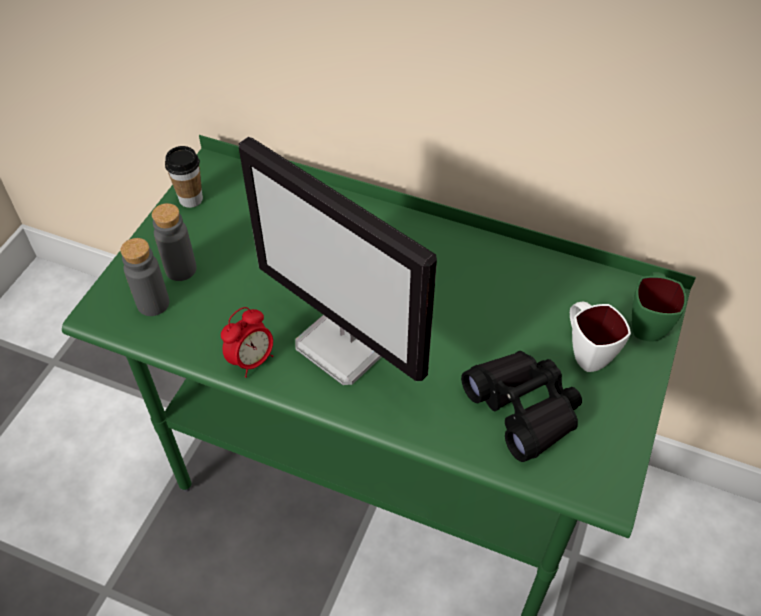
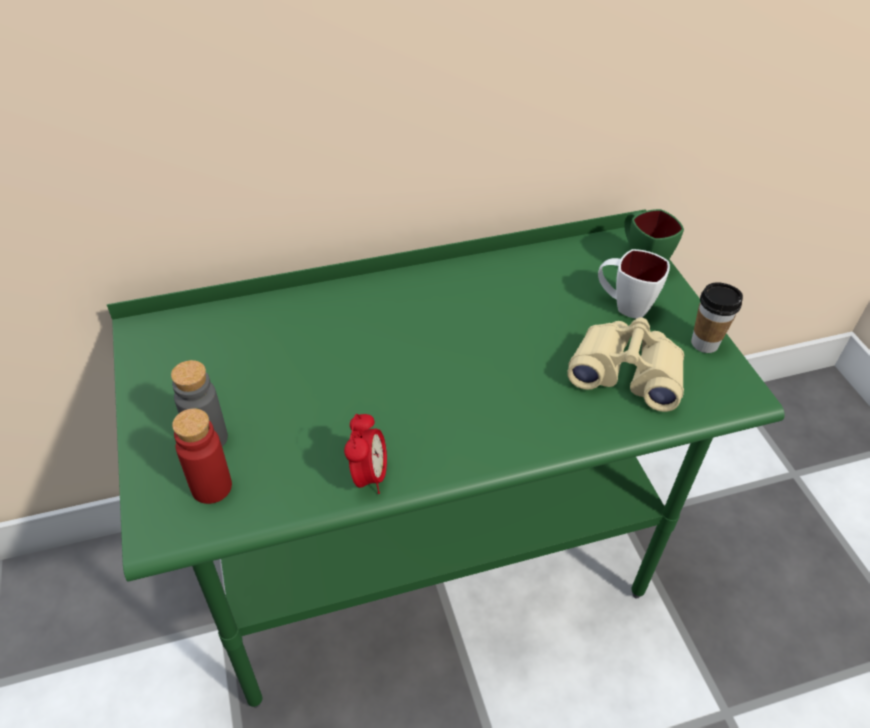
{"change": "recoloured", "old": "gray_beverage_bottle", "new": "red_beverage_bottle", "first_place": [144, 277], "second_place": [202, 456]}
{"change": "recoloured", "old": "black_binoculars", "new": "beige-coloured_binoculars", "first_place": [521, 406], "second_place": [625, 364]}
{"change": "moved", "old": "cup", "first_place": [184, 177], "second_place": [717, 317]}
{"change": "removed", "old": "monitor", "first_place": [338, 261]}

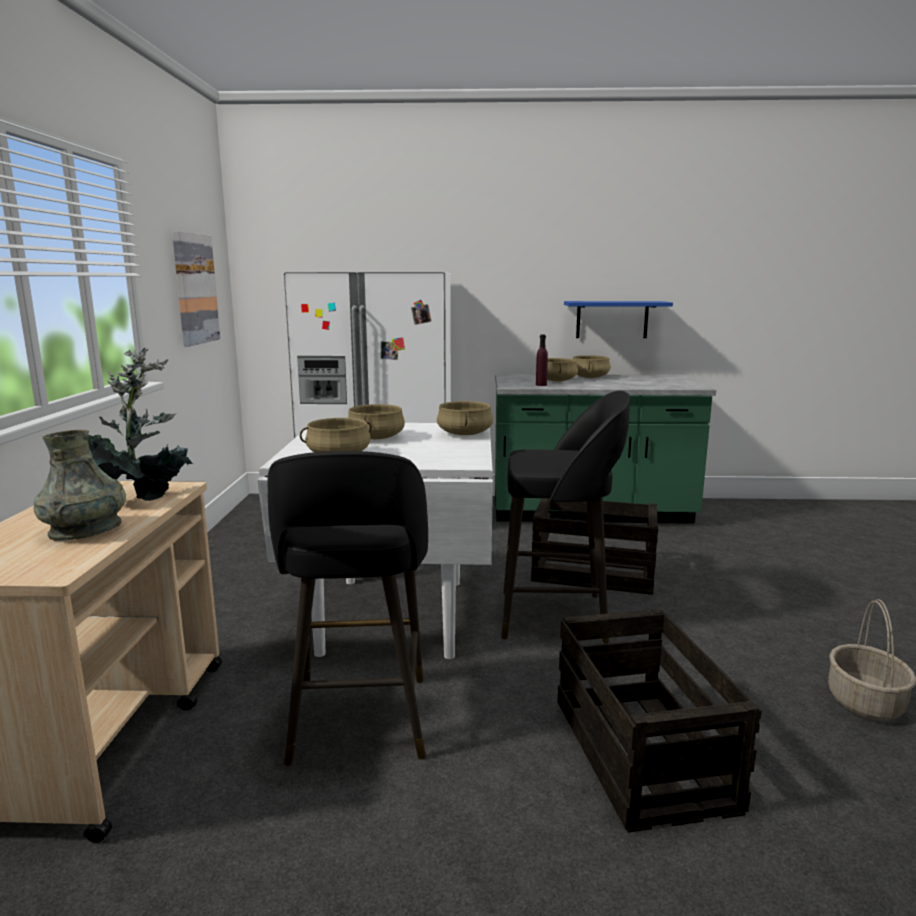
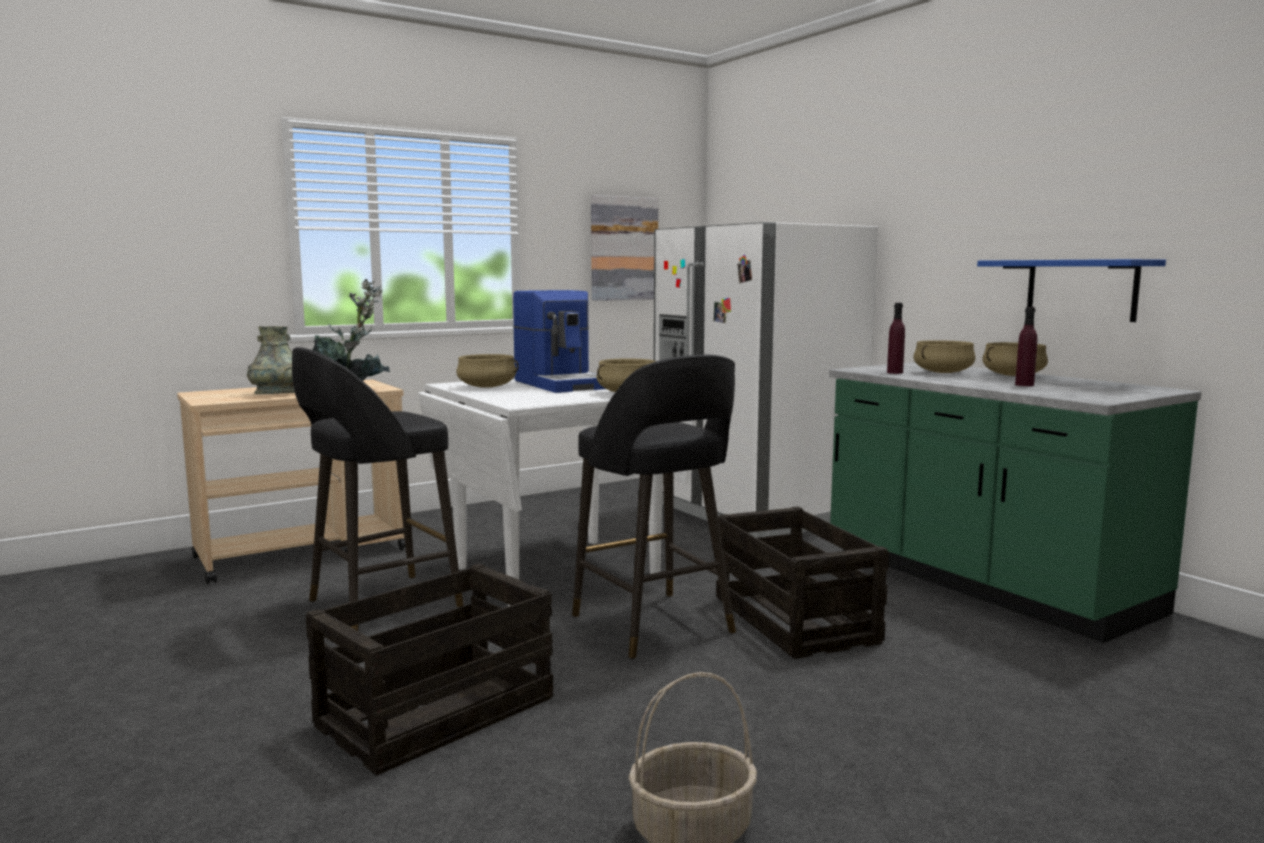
{"change": "replaced", "old": "beige-coloured_cooking_pot", "new": "coffee_machine", "first_place": [376, 421], "second_place": [559, 341]}
{"change": "added", "new": "purplish_beverage_bottle", "second_place": [1026, 346]}

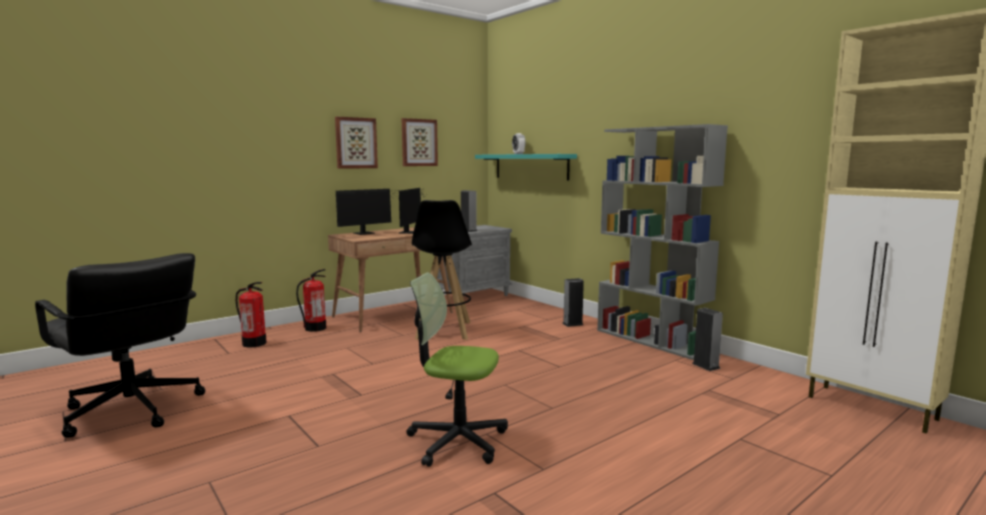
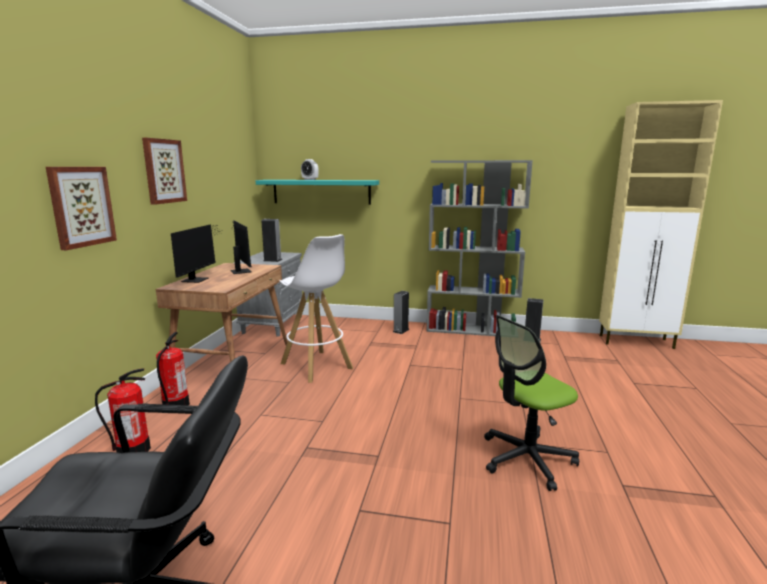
{"change": "moved", "old": "picture", "first_place": [420, 142], "second_place": [81, 208]}
{"change": "recoloured", "old": "black_stool", "new": "white_stool", "first_place": [442, 270], "second_place": [316, 308]}

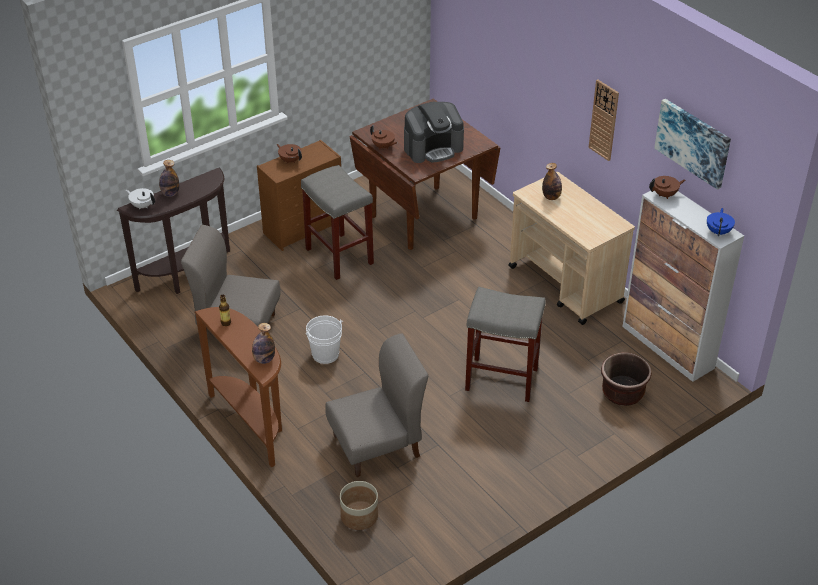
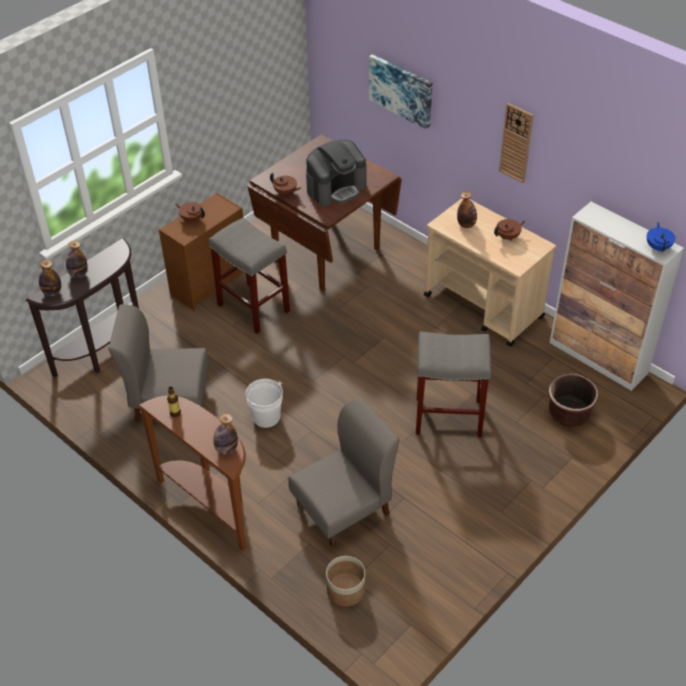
{"change": "replaced", "old": "white_pot_for_tea", "new": "beverage_bottle", "first_place": [140, 198], "second_place": [50, 277]}
{"change": "moved", "old": "picture", "first_place": [692, 144], "second_place": [400, 91]}
{"change": "moved", "old": "brownish_pot_for_tea", "first_place": [667, 187], "second_place": [509, 230]}

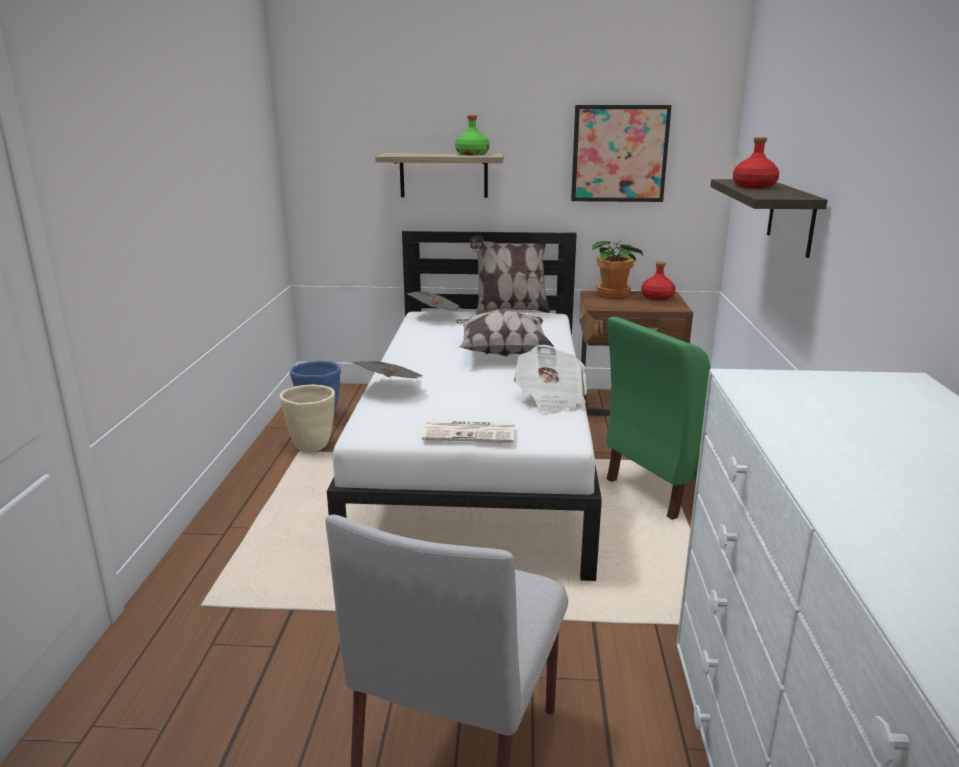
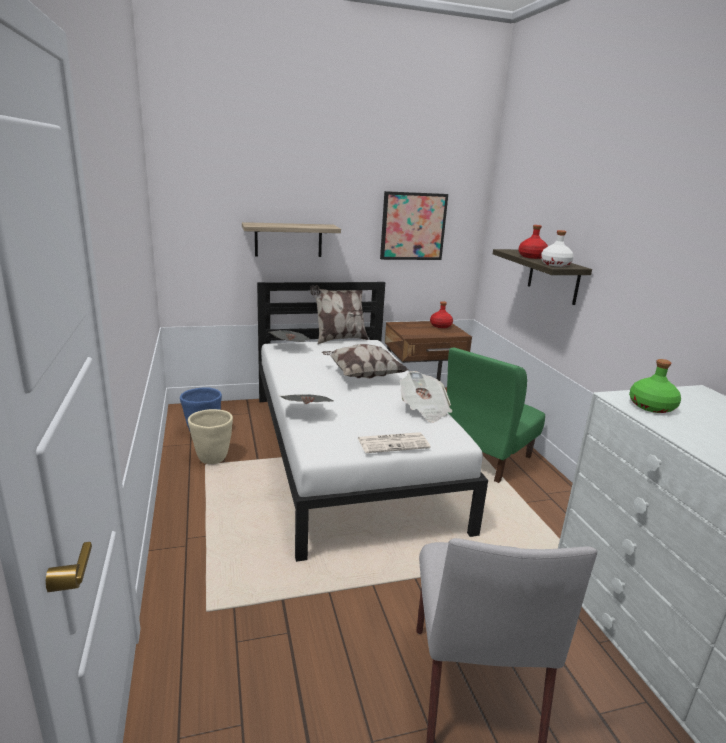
{"change": "added", "new": "white_beverage_bottle", "second_place": [557, 248]}
{"change": "moved", "old": "green_beverage_bottle", "first_place": [472, 135], "second_place": [655, 386]}
{"change": "removed", "old": "plant_in_a_pot", "first_place": [617, 269]}

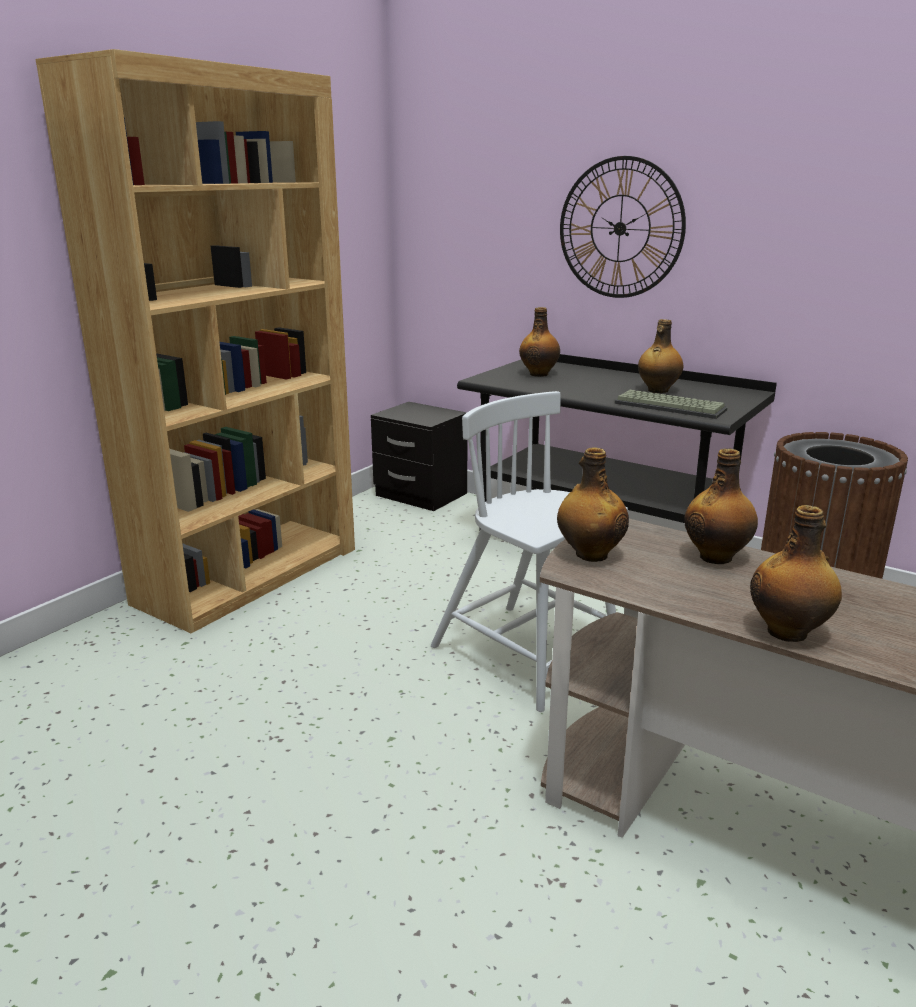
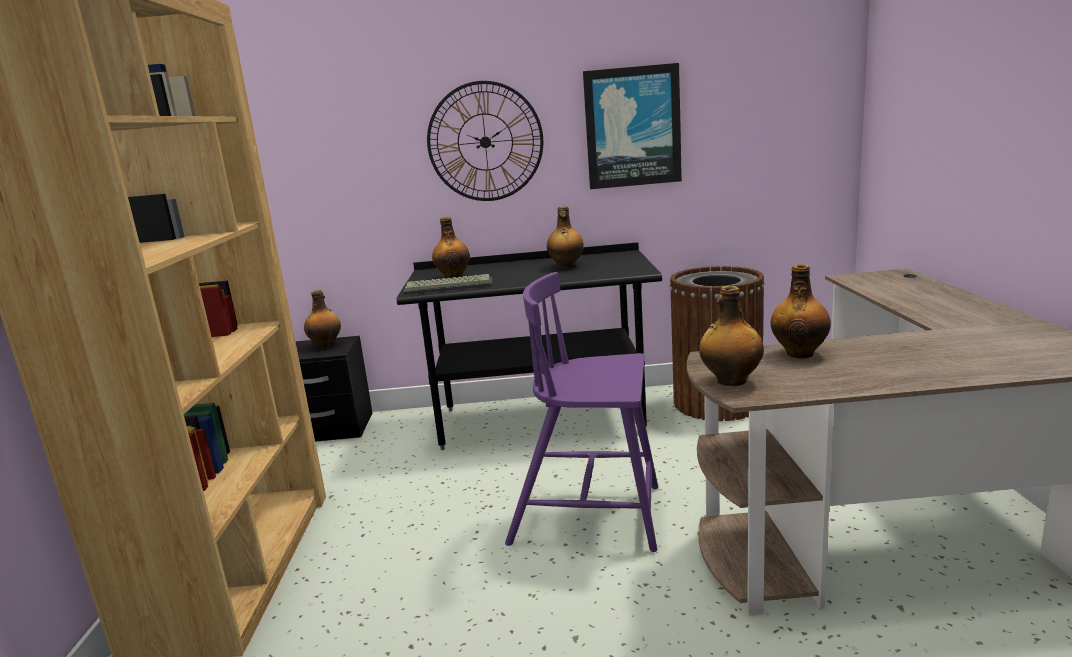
{"change": "moved", "old": "beverage_bottle", "first_place": [796, 573], "second_place": [322, 319]}
{"change": "moved", "old": "computer_keyboard", "first_place": [671, 404], "second_place": [447, 284]}
{"change": "recoloured", "old": "white_upright_chair", "new": "purplish_upright_chair", "first_place": [529, 551], "second_place": [581, 412]}
{"change": "added", "new": "picture", "second_place": [632, 126]}

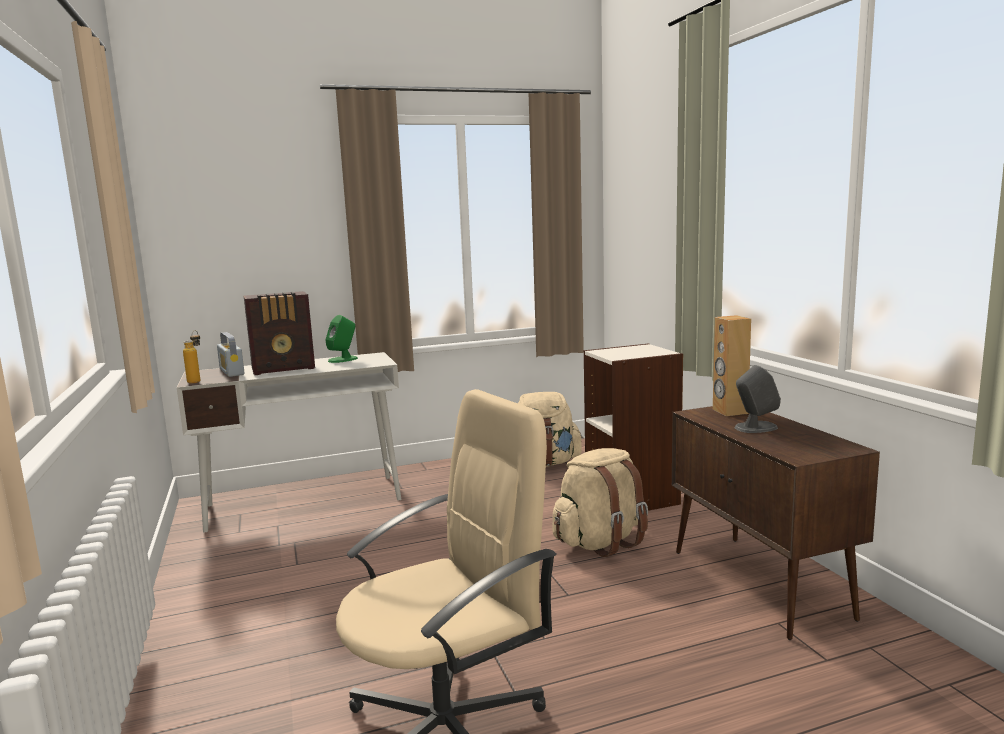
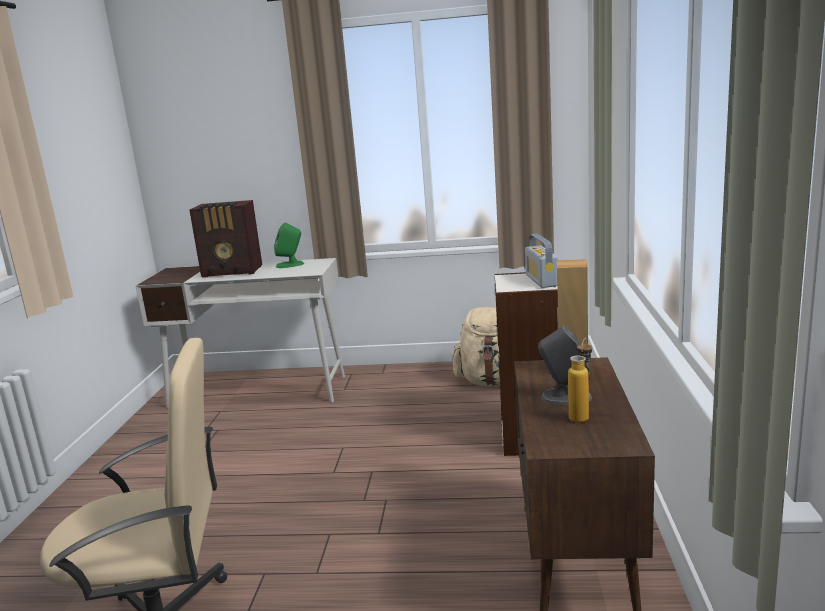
{"change": "moved", "old": "radio", "first_place": [231, 354], "second_place": [541, 261]}
{"change": "moved", "old": "beverage_bottle", "first_place": [191, 356], "second_place": [580, 380]}
{"change": "removed", "old": "beige-coloured_knapsack", "first_place": [600, 502]}

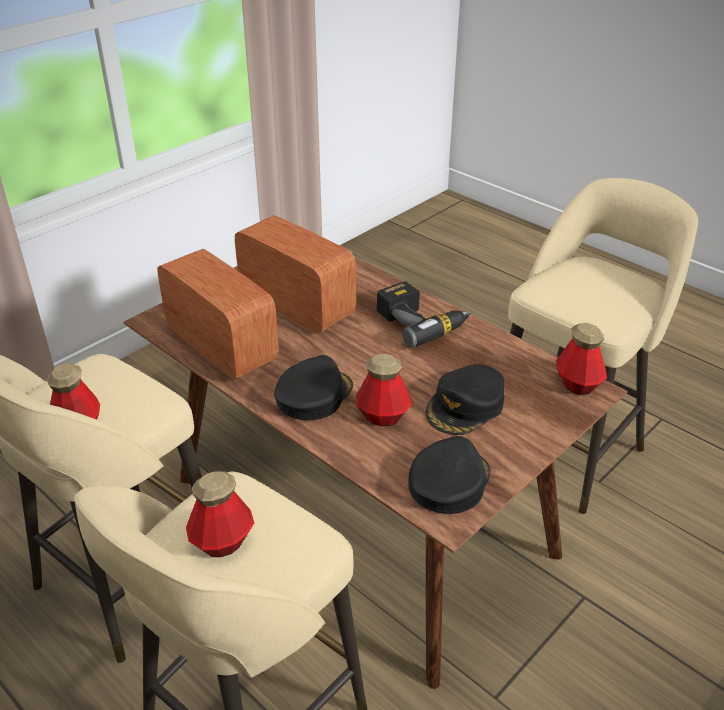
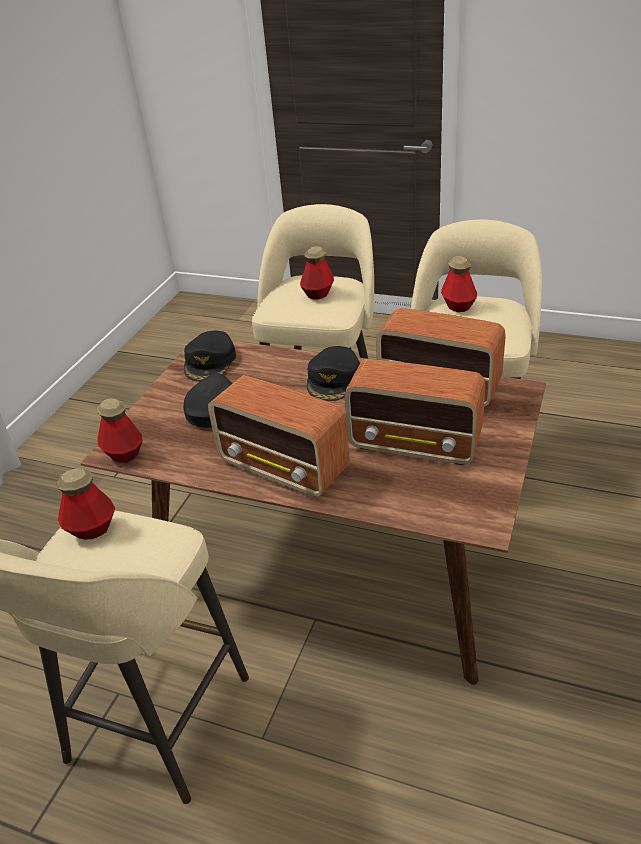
{"change": "moved", "old": "beverage_bottle", "first_place": [383, 390], "second_place": [85, 504]}
{"change": "replaced", "old": "drill", "new": "radio", "first_place": [424, 314], "second_place": [278, 436]}

